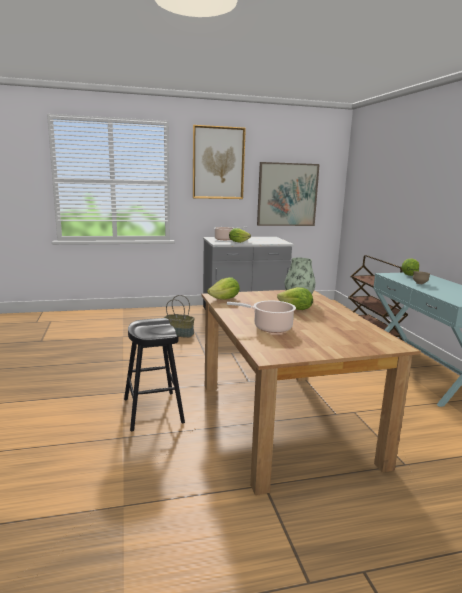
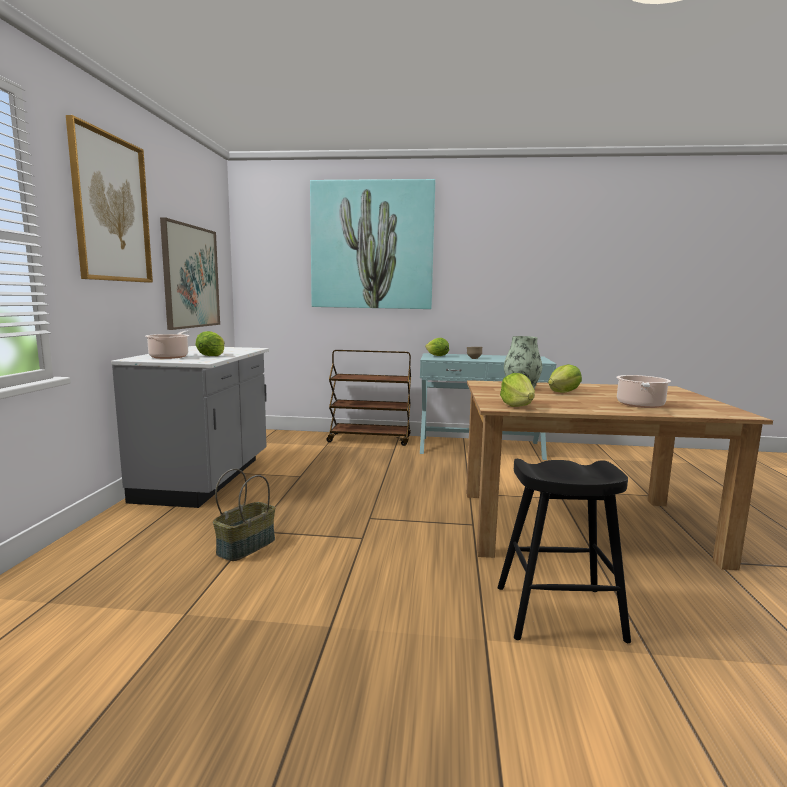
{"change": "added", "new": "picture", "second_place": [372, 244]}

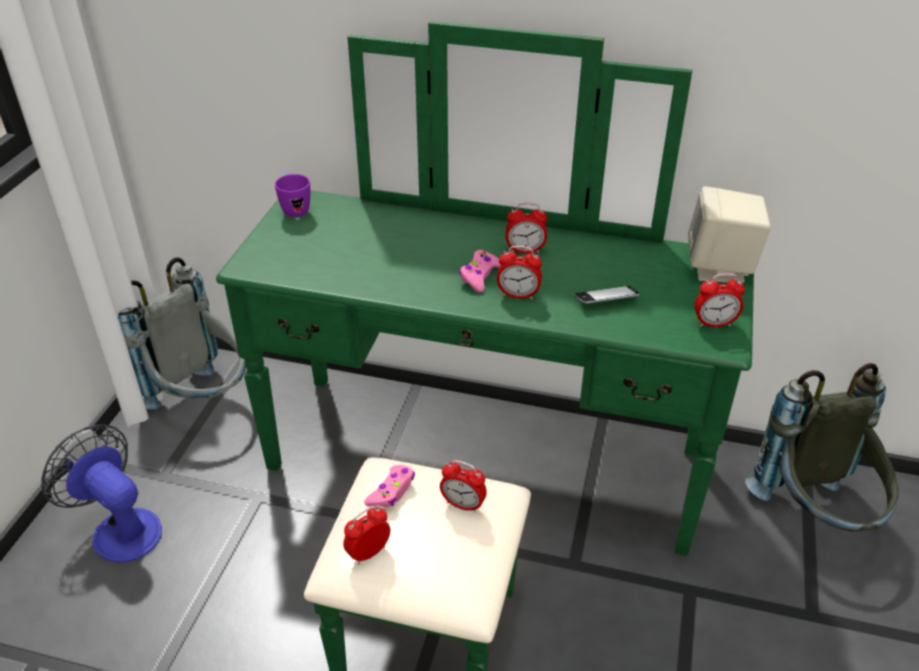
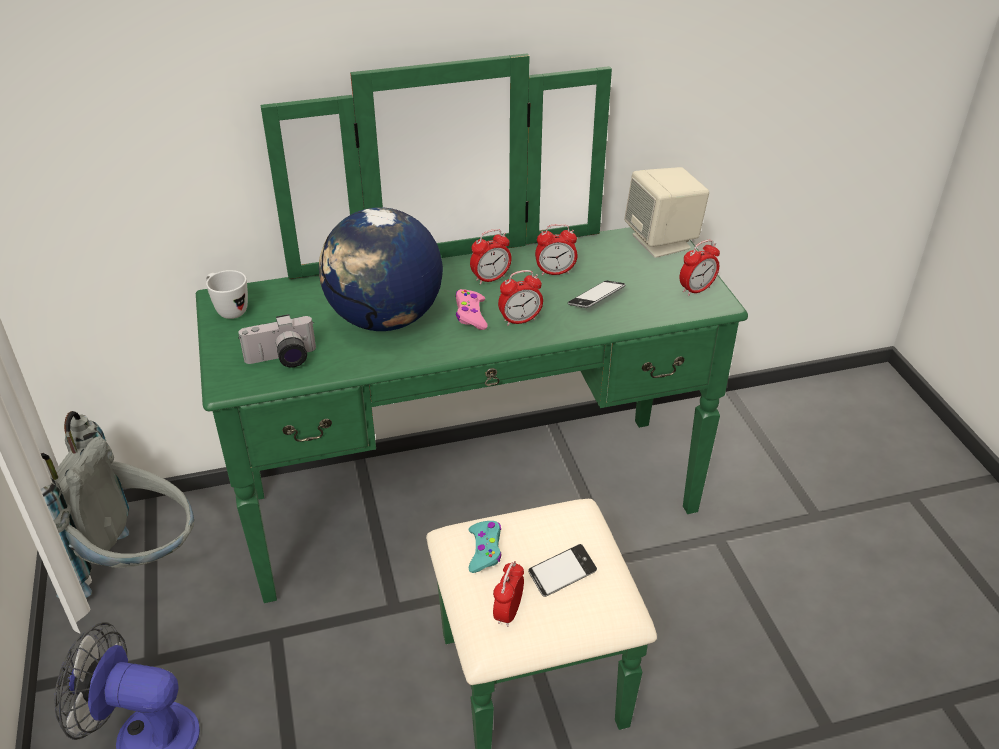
{"change": "recoloured", "old": "purplish_tea_mug", "new": "white_tea_mug", "first_place": [292, 195], "second_place": [227, 294]}
{"change": "added", "new": "photo_camera", "second_place": [277, 341]}
{"change": "added", "new": "world_globe", "second_place": [381, 269]}
{"change": "recoloured", "old": "pink-coloured_gamepad", "new": "turquoise_gamepad", "first_place": [389, 486], "second_place": [485, 547]}
{"change": "added", "new": "handset", "second_place": [562, 570]}
{"change": "moved", "old": "table_clock", "first_place": [463, 486], "second_place": [556, 250]}
{"change": "removed", "old": "gray_knapsack", "first_place": [822, 447]}

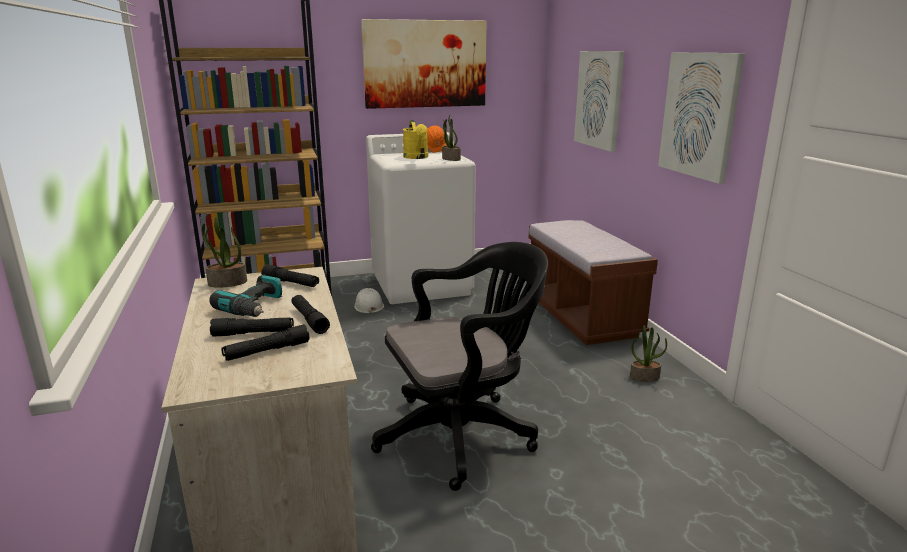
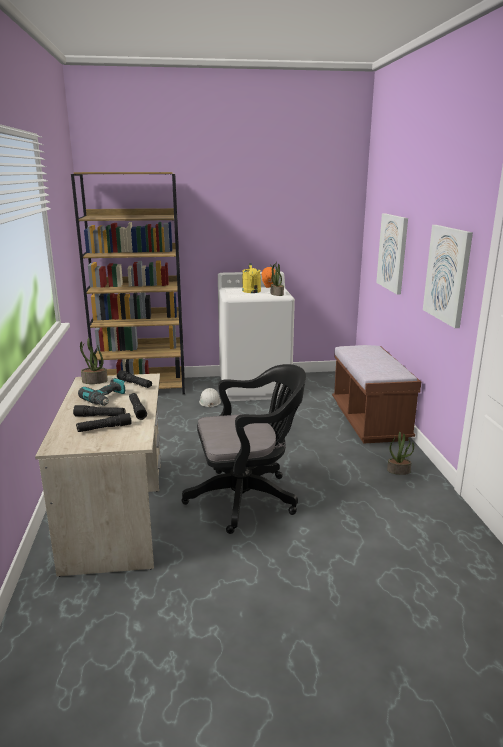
{"change": "removed", "old": "picture", "first_place": [424, 64]}

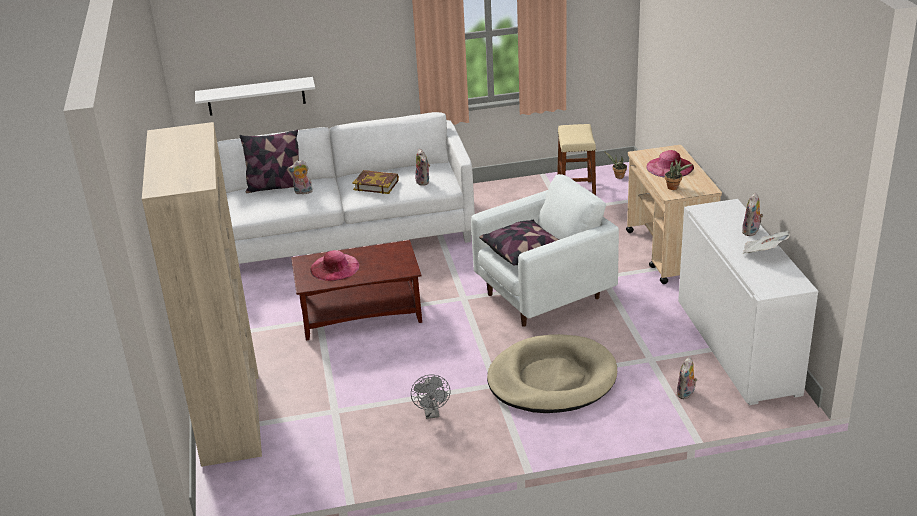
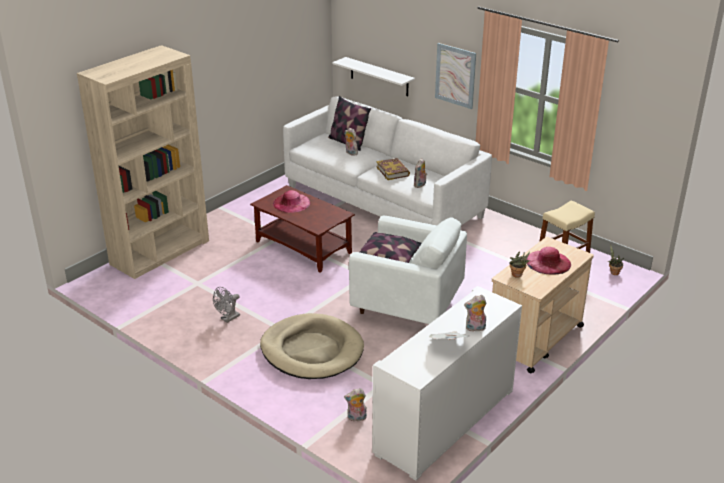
{"change": "added", "new": "picture", "second_place": [455, 76]}

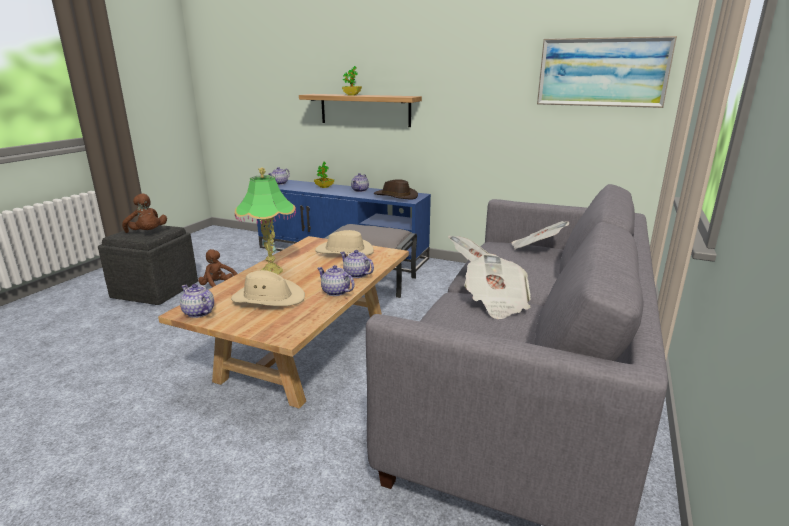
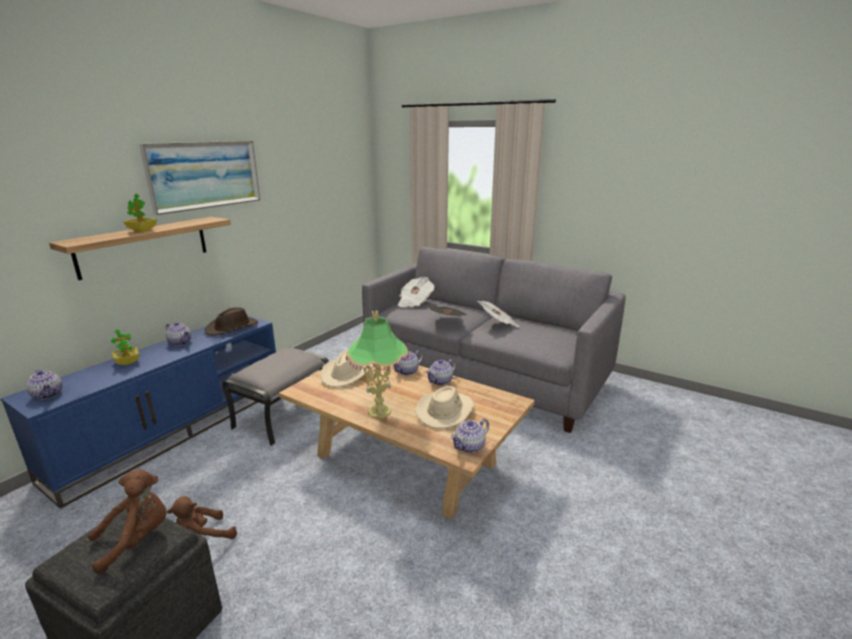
{"change": "moved", "old": "picture", "first_place": [607, 72], "second_place": [199, 178]}

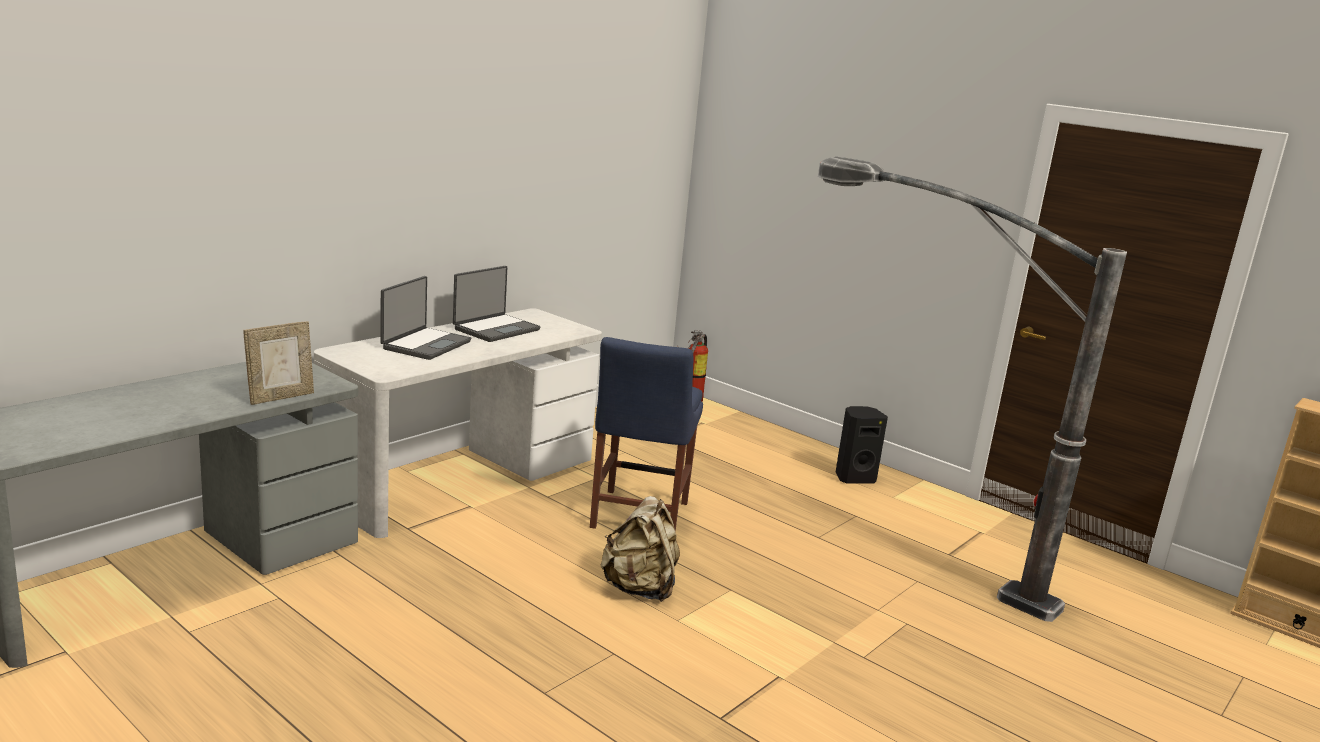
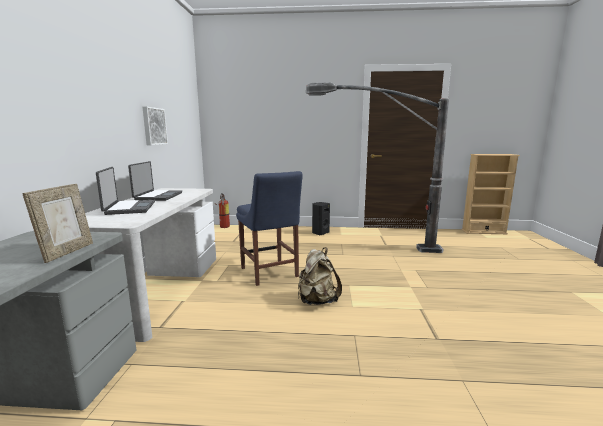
{"change": "added", "new": "picture", "second_place": [155, 125]}

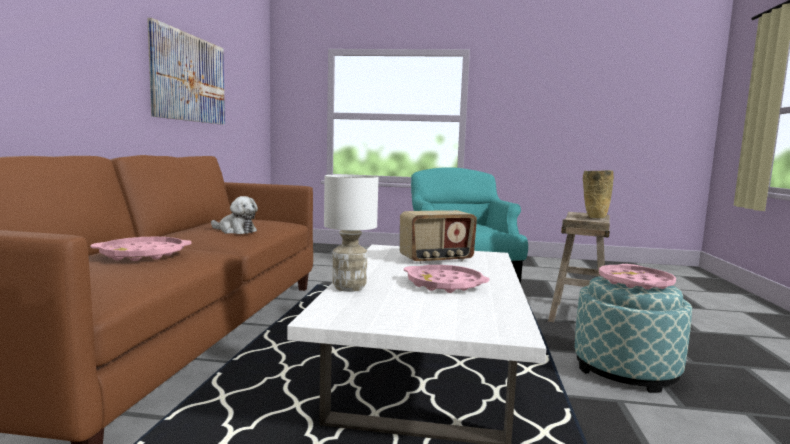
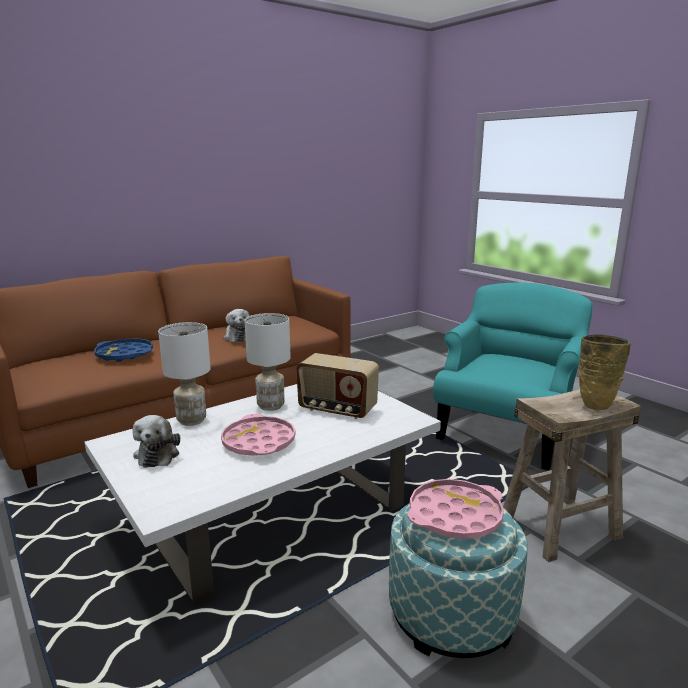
{"change": "recoloured", "old": "pink-coloured_carrying_tray", "new": "blue-coloured_carrying_tray", "first_place": [141, 249], "second_place": [123, 350]}
{"change": "added", "new": "plush_toy", "second_place": [156, 441]}
{"change": "added", "new": "white_lamp_for_a_table", "second_place": [267, 362]}
{"change": "removed", "old": "picture", "first_place": [186, 71]}

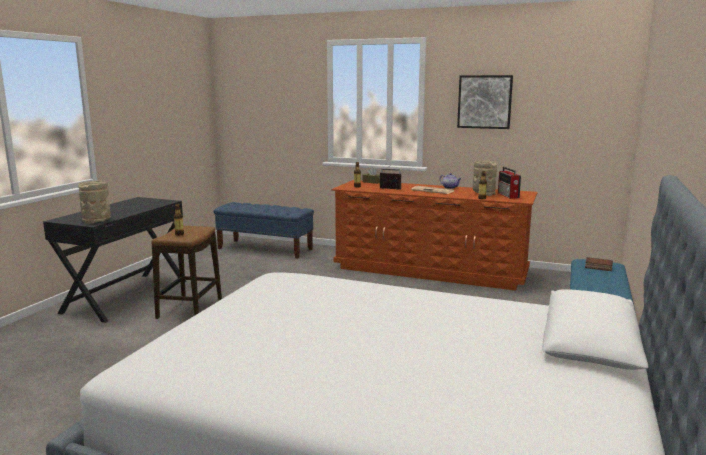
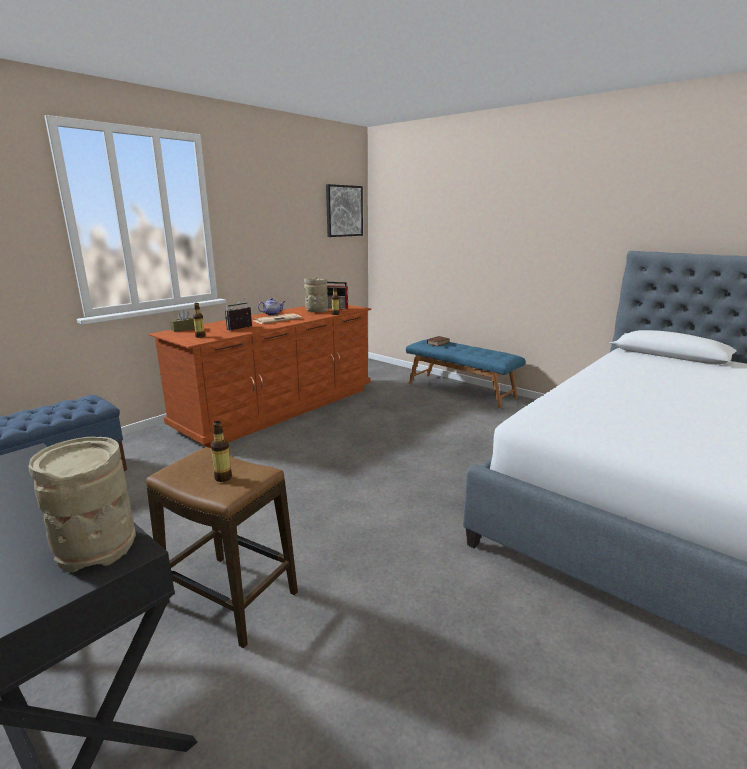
{"change": "moved", "old": "picture", "first_place": [485, 102], "second_place": [344, 210]}

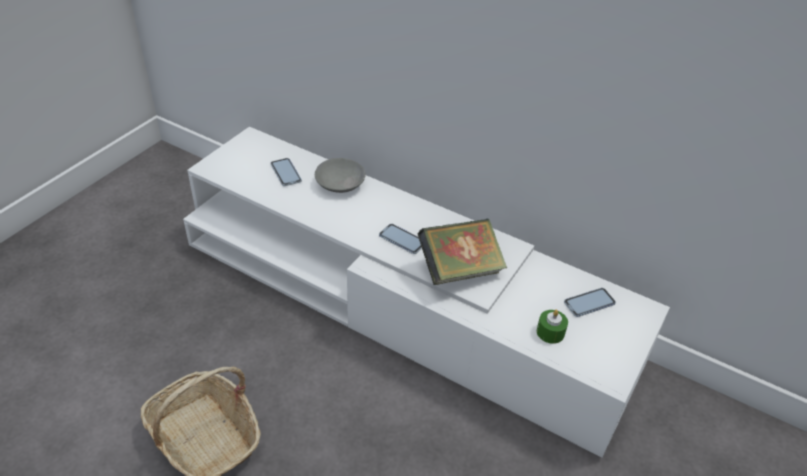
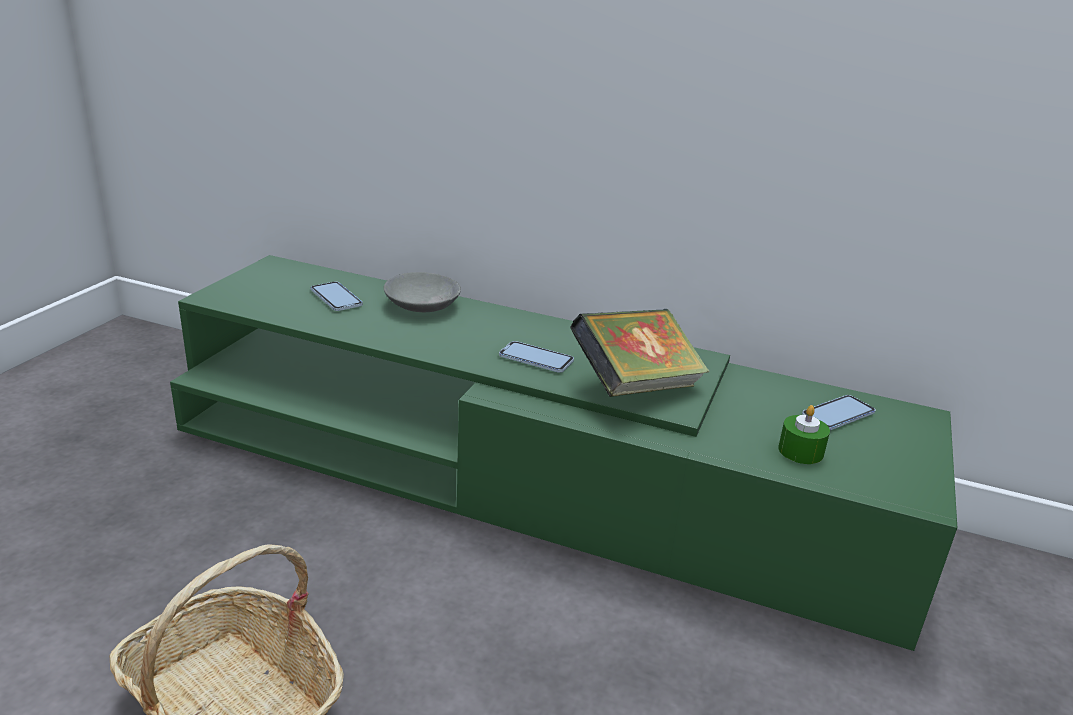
{"change": "recoloured", "old": "white_media_console", "new": "green_media_console", "first_place": [426, 292], "second_place": [563, 453]}

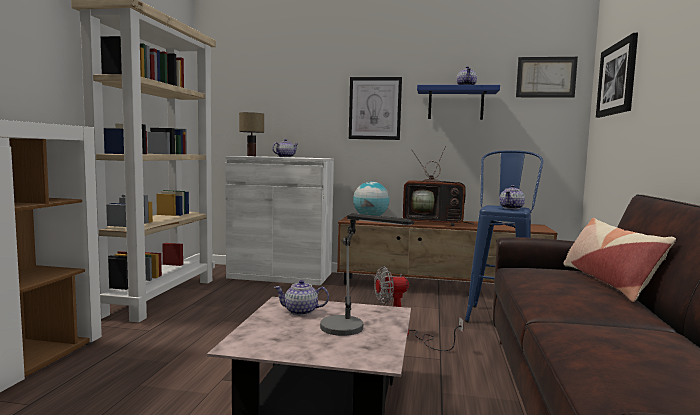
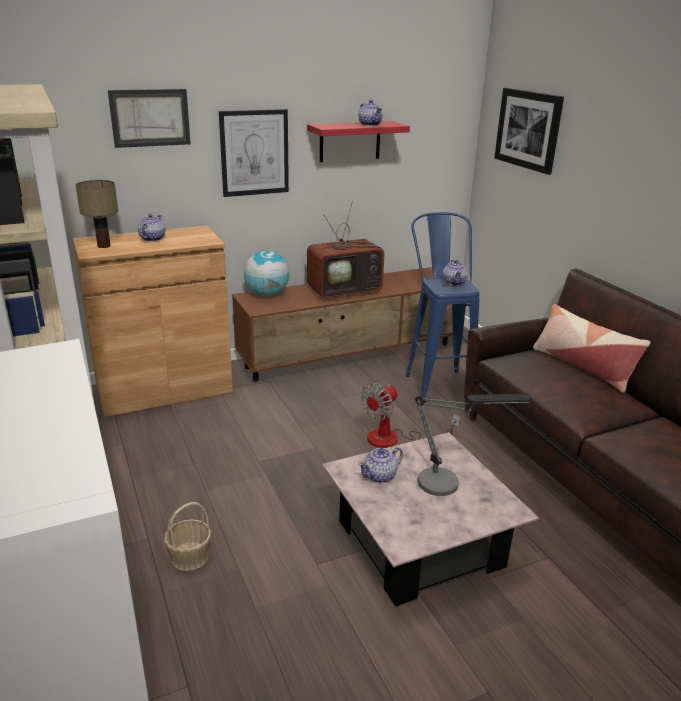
{"change": "recoloured", "old": "white_cupboard", "new": "brownish_cupboard", "first_place": [279, 221], "second_place": [153, 321]}
{"change": "moved", "old": "picture", "first_place": [547, 77], "second_place": [149, 118]}
{"change": "added", "new": "basket", "second_place": [187, 536]}
{"change": "recoloured", "old": "blue-coloured_shelf", "new": "red_shelf", "first_place": [458, 102], "second_place": [358, 141]}

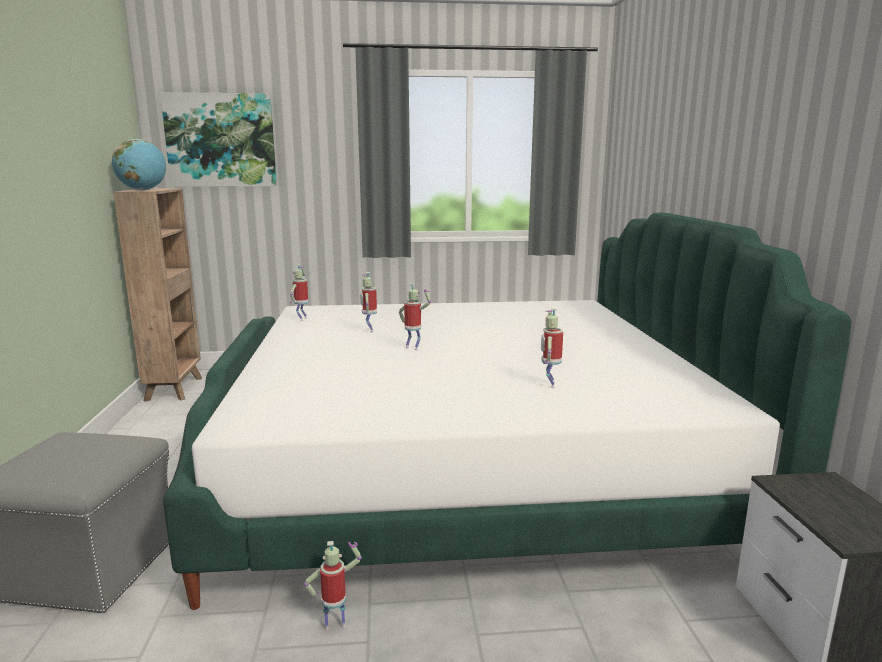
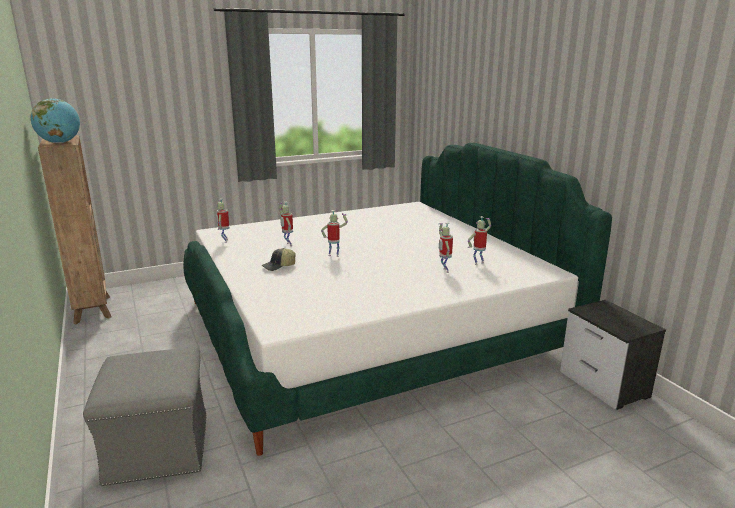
{"change": "added", "new": "peaked_cap", "second_place": [278, 259]}
{"change": "moved", "old": "model_robot", "first_place": [333, 586], "second_place": [479, 240]}
{"change": "removed", "old": "picture", "first_place": [218, 139]}

